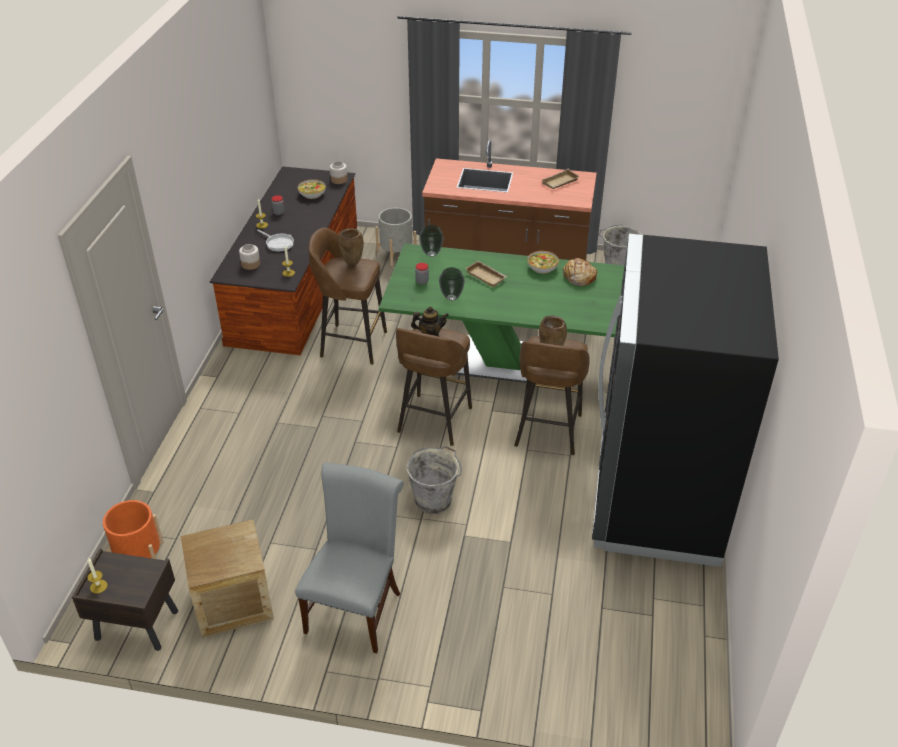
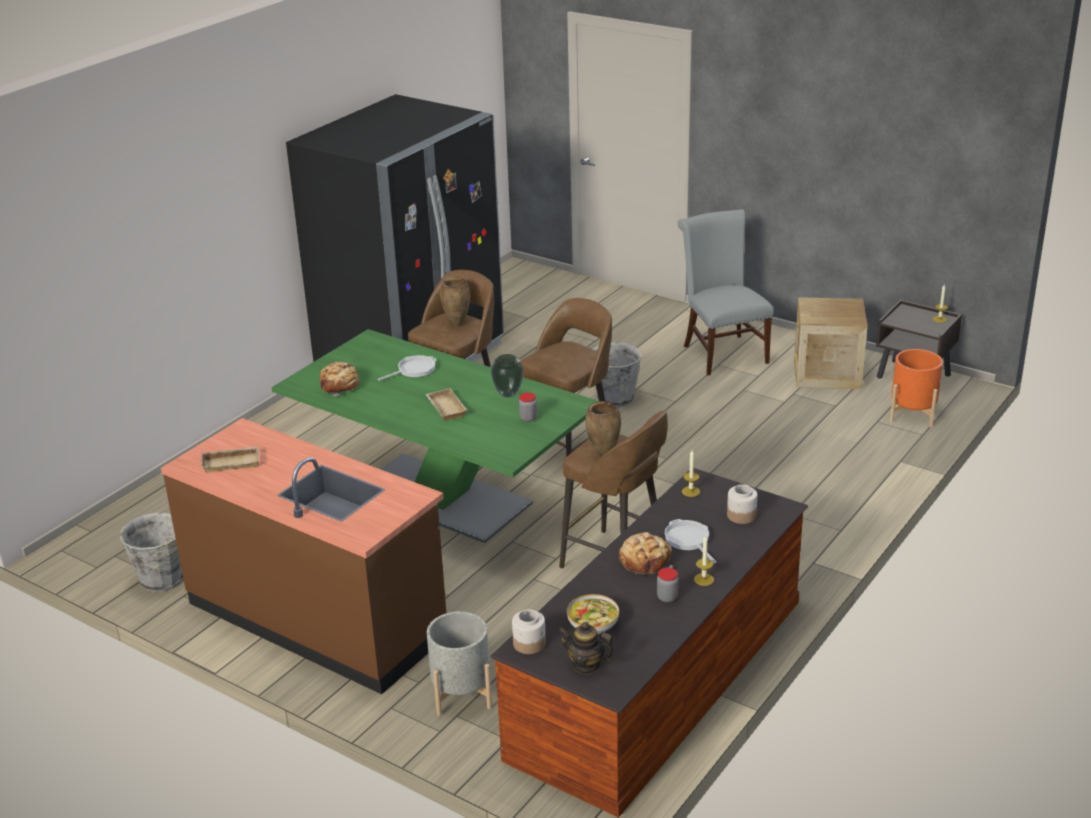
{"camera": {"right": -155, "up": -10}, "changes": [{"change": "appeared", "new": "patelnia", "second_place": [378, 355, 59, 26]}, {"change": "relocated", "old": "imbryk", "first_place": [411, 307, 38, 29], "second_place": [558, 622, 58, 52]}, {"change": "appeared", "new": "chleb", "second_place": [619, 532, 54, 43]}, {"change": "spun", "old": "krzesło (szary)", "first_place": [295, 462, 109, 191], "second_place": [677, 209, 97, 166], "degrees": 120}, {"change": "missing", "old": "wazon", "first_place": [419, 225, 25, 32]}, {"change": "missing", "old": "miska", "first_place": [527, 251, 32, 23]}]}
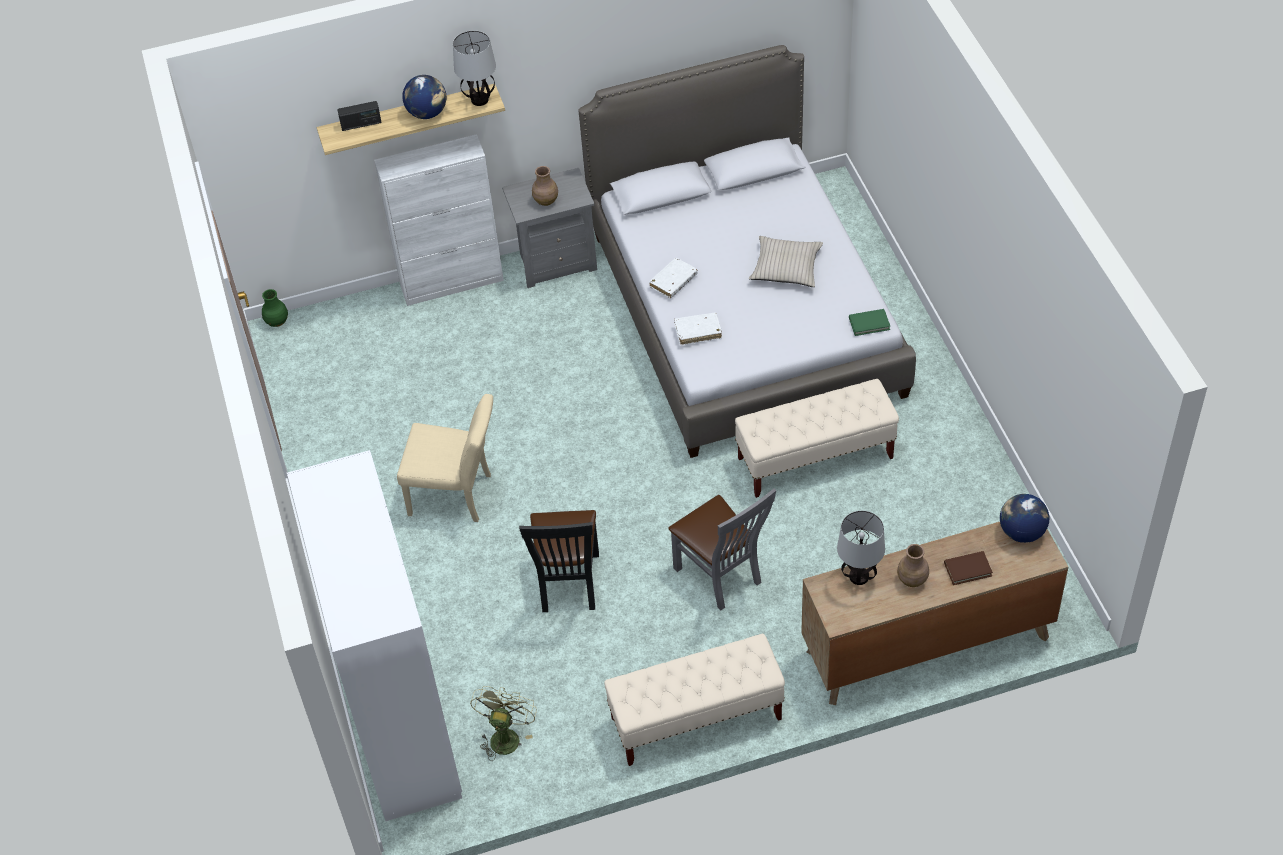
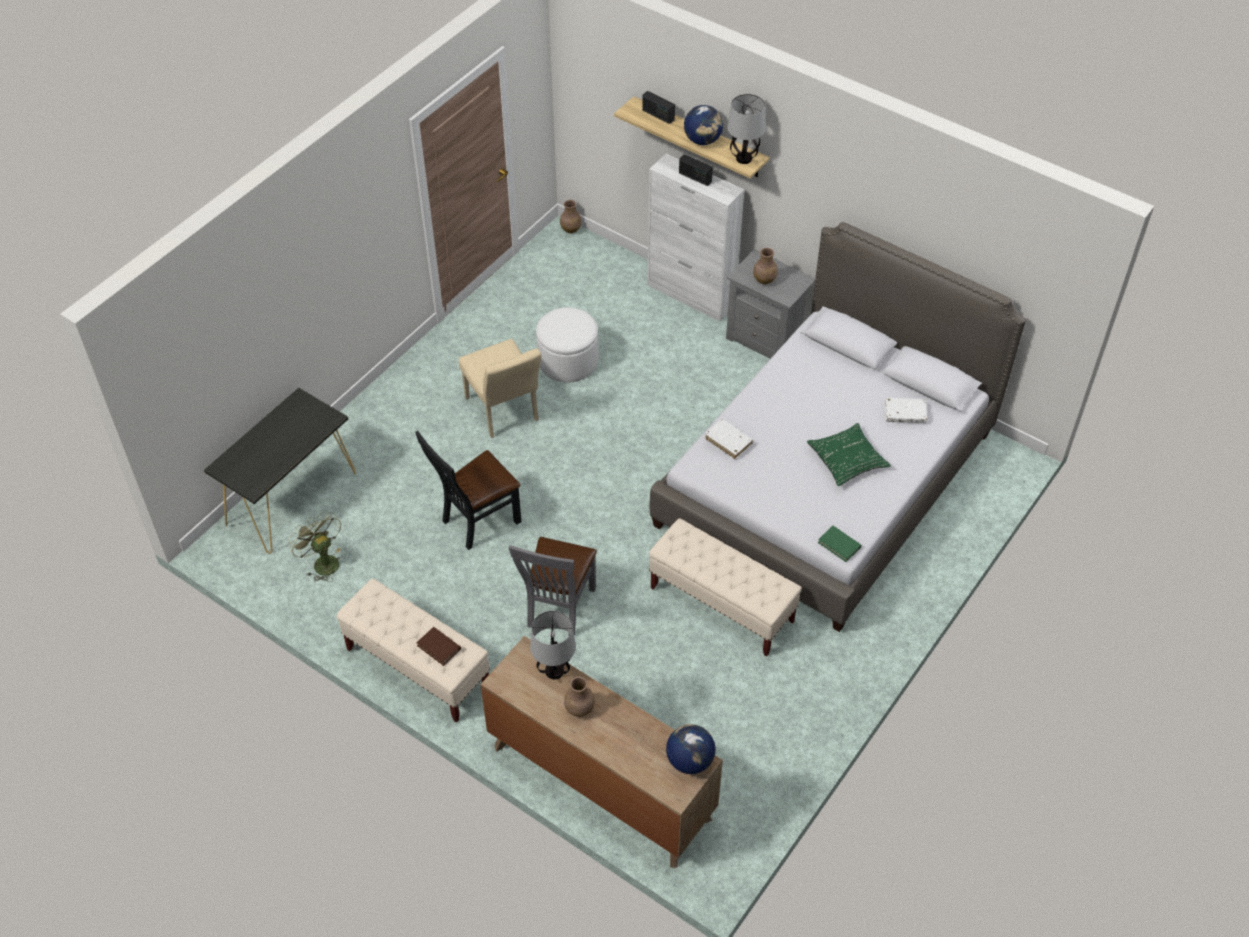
{"camera": {"right": 50, "up": 0}, "changes": [{"change": "exchanged", "old": "szafa (biały)", "new": "stolik konsolowy (czarny)", "first_place": [287, 450, 175, 371], "second_place": [204, 388, 152, 165]}, {"change": "spun", "old": "wentylator (zielony)", "first_place": [470, 686, 67, 75], "second_place": [288, 511, 53, 71], "degrees": -105}, {"change": "relocated", "old": "książka (brązowy)", "first_place": [944, 551, 49, 34], "second_place": [416, 627, 45, 39]}, {"change": "appeared", "new": "pufa (biały)", "second_place": [536, 307, 62, 76]}, {"change": "colour", "old": "wazon (zielony)", "new": "wazon (brązowy)", "first_place": [262, 289, 26, 38], "second_place": [560, 200, 22, 33]}, {"change": "appeared", "new": "radio", "second_place": [679, 154, 34, 32]}, {"change": "colour", "old": "poduszka (beżowy)", "new": "poduszka (zielony)", "first_place": [749, 236, 74, 51], "second_place": [807, 423, 84, 63]}, {"change": "relocated", "old": "książka (biały)", "first_place": [649, 258, 48, 40], "second_place": [885, 398, 42, 25]}]}
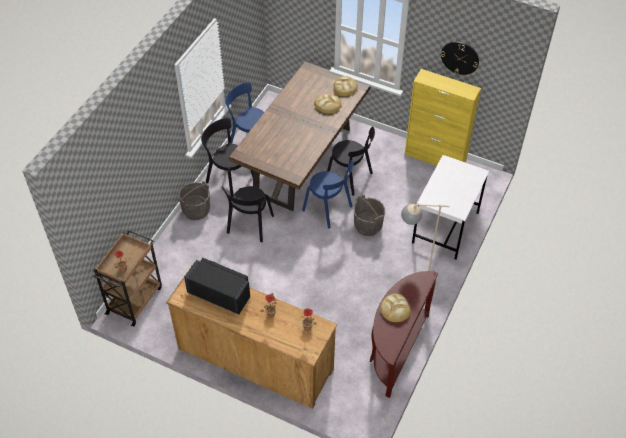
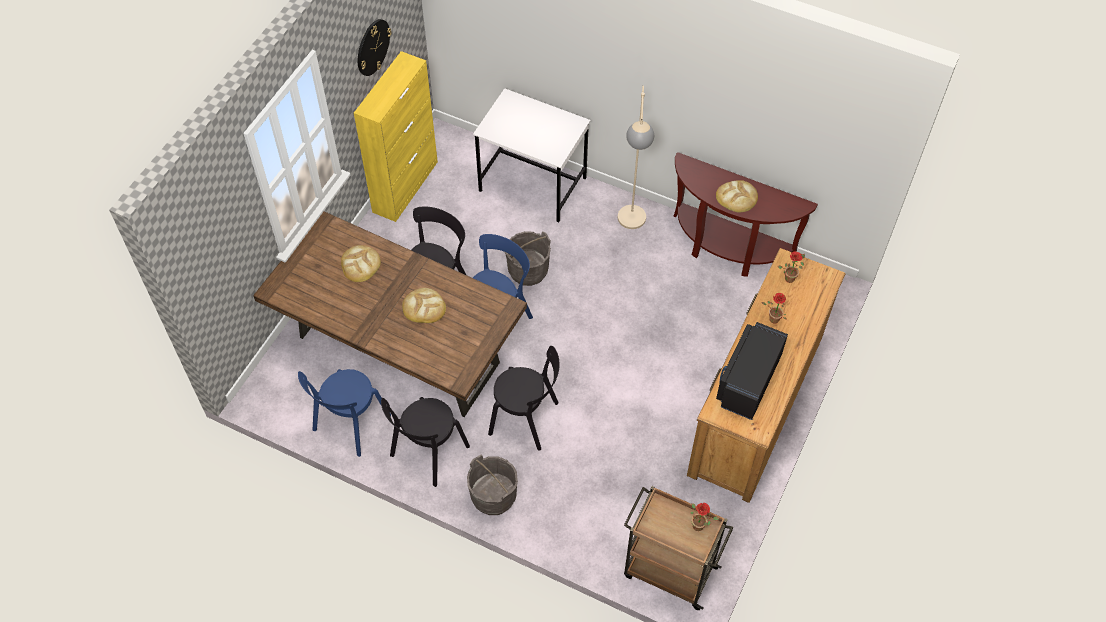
{"camera": {"right": -90, "up": 5}, "changes": [{"change": "relocated", "old": "chleb", "first_place": [333, 76, 25, 20], "second_place": [402, 288, 44, 35]}]}
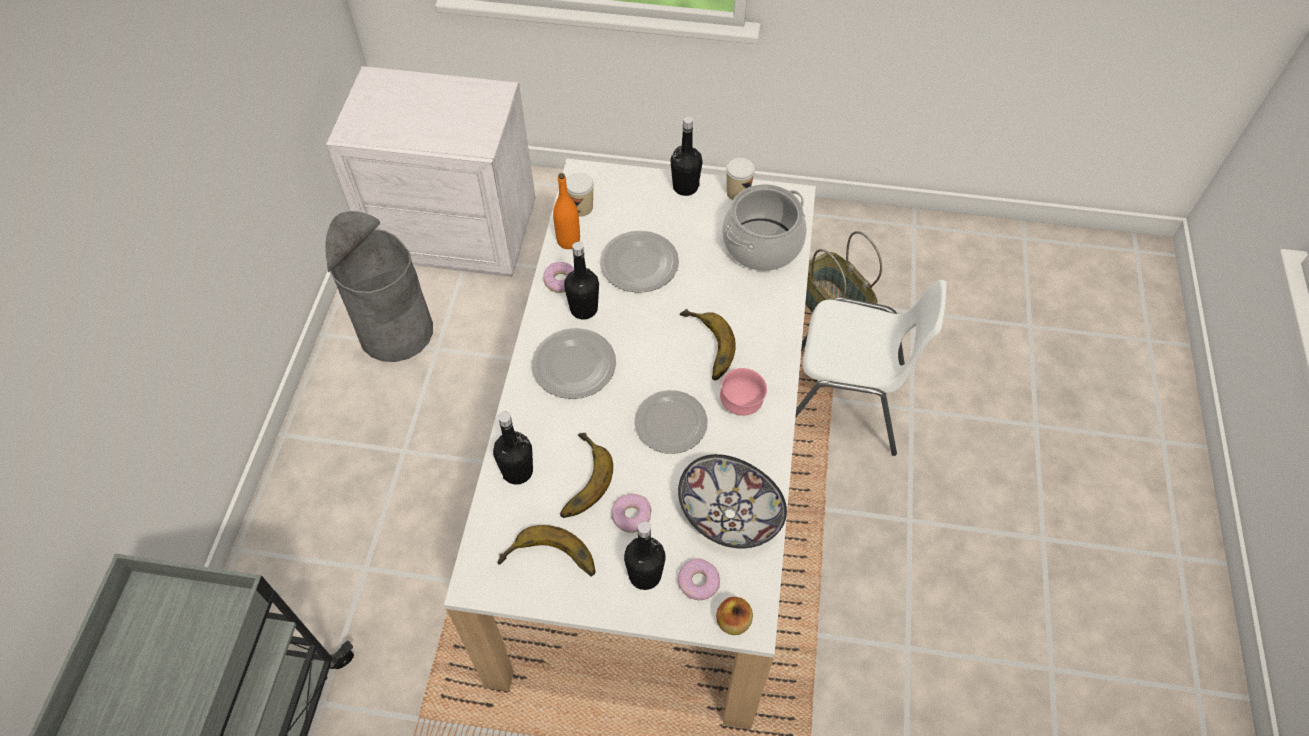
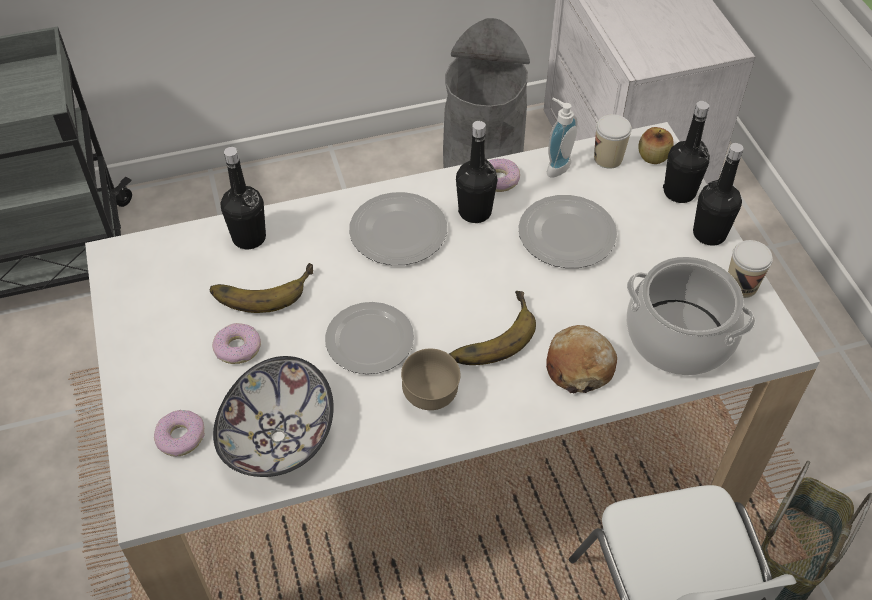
{"camera": {"right": 65, "up": -5}, "changes": [{"change": "colour", "old": "miska (różowy)", "new": "miska (brązowy)", "first_place": [720, 368, 47, 48], "second_place": [401, 349, 60, 61]}, {"change": "appeared", "new": "chleb", "second_place": [546, 325, 71, 69]}, {"change": "exchanged", "old": "butelka (pomarańczowy)", "new": "dozownik mydła", "first_place": [553, 173, 27, 76], "second_place": [547, 98, 30, 80]}, {"change": "relocated", "old": "jabłko", "first_place": [716, 597, 37, 38], "second_place": [639, 127, 34, 37]}, {"change": "relocated", "old": "butelka (czarny)", "first_place": [624, 521, 42, 69], "second_place": [663, 101, 47, 102]}, {"change": "missing", "old": "banan", "first_place": [497, 525, 98, 52]}]}
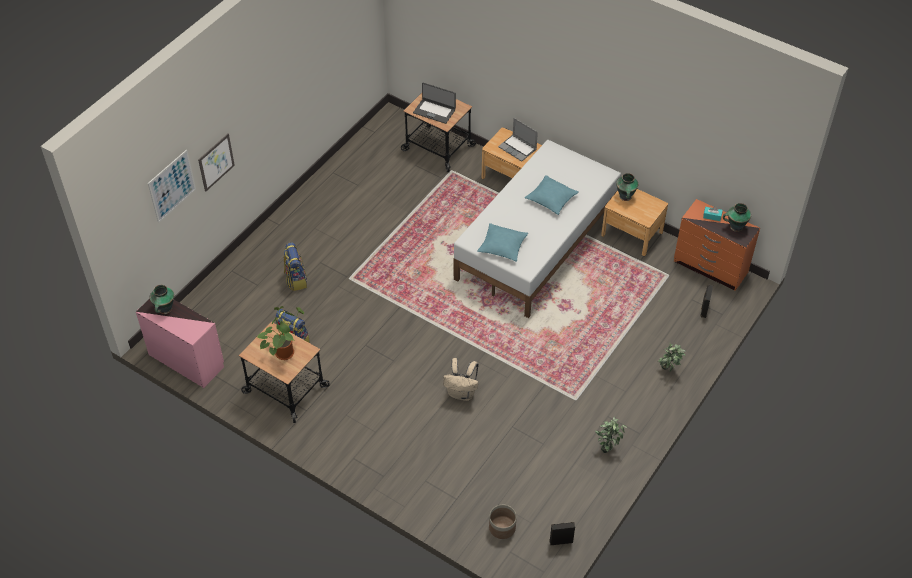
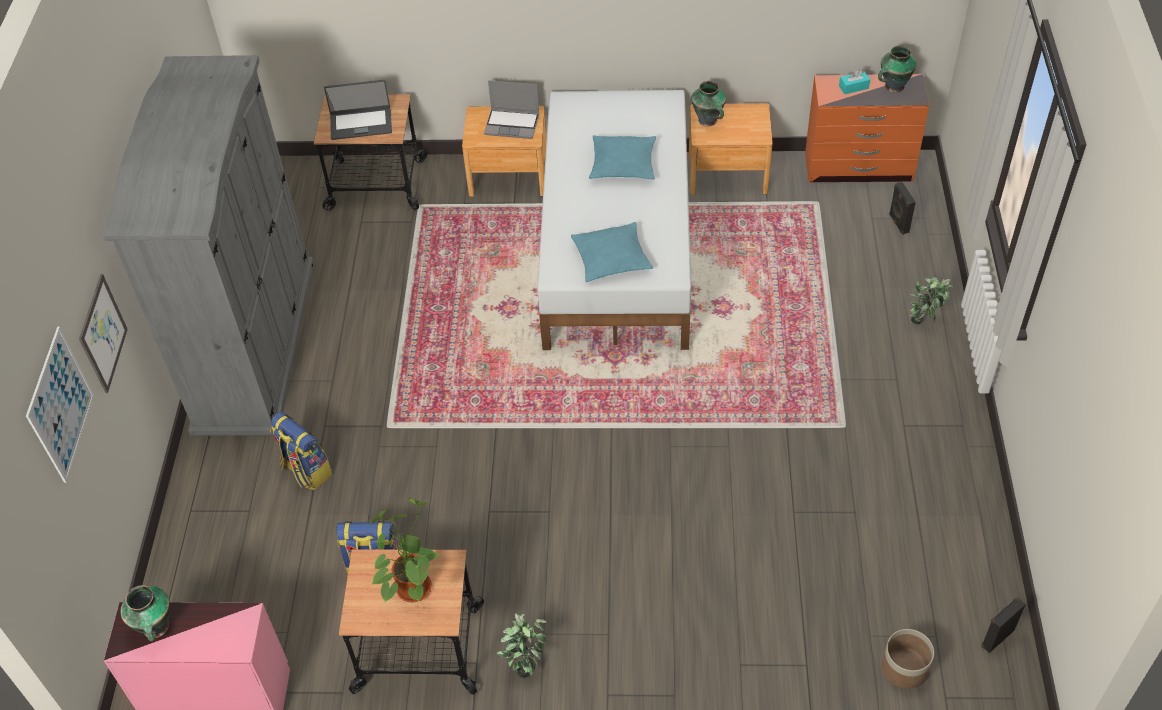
{"camera": {"right": -30, "up": 0}, "changes": [{"change": "appeared", "new": "szafa (szary)", "second_place": [103, 55, 211, 381]}, {"change": "relocated", "old": "roślina doniczkowa", "first_place": [595, 416, 32, 37], "second_place": [497, 613, 50, 65]}, {"change": "missing", "old": "plecak (beżowy)", "first_place": [443, 358, 36, 43]}]}
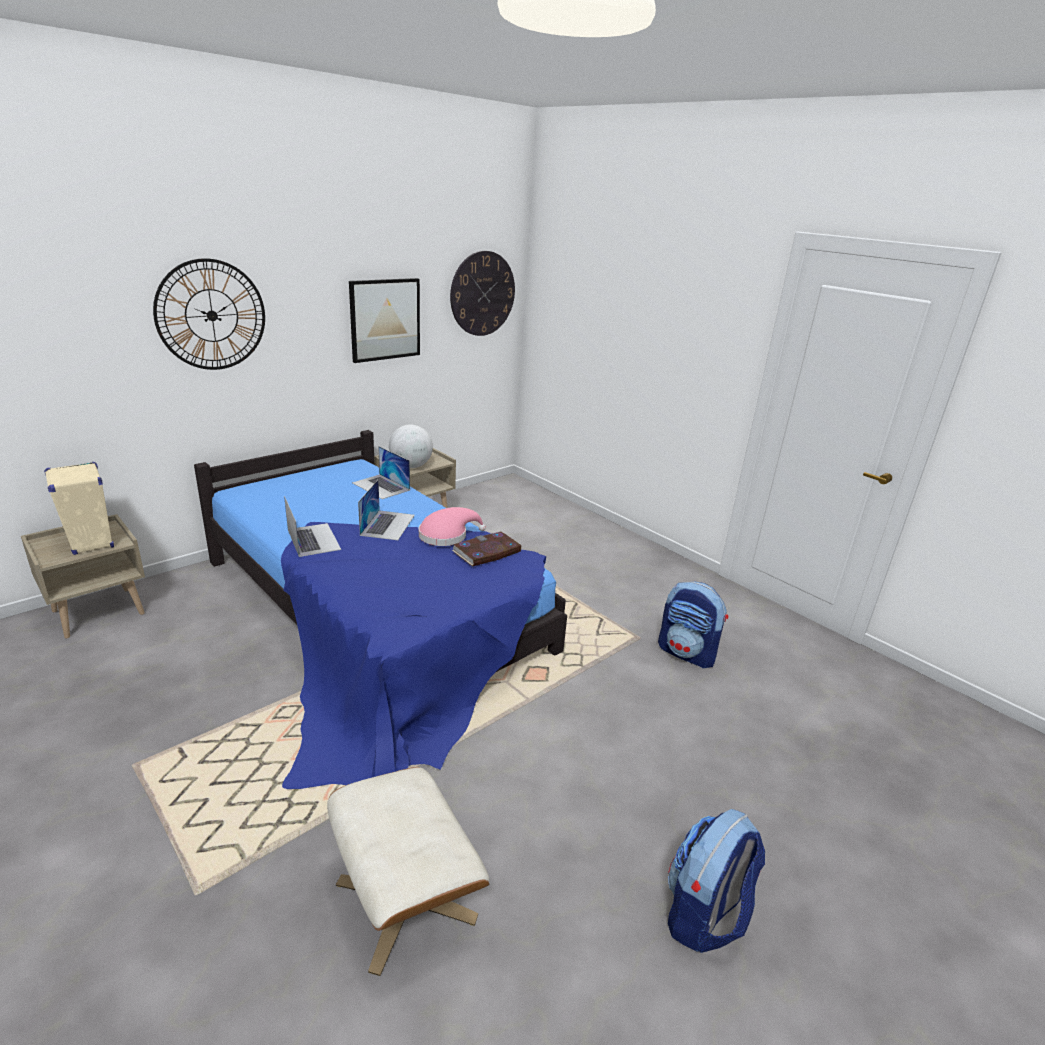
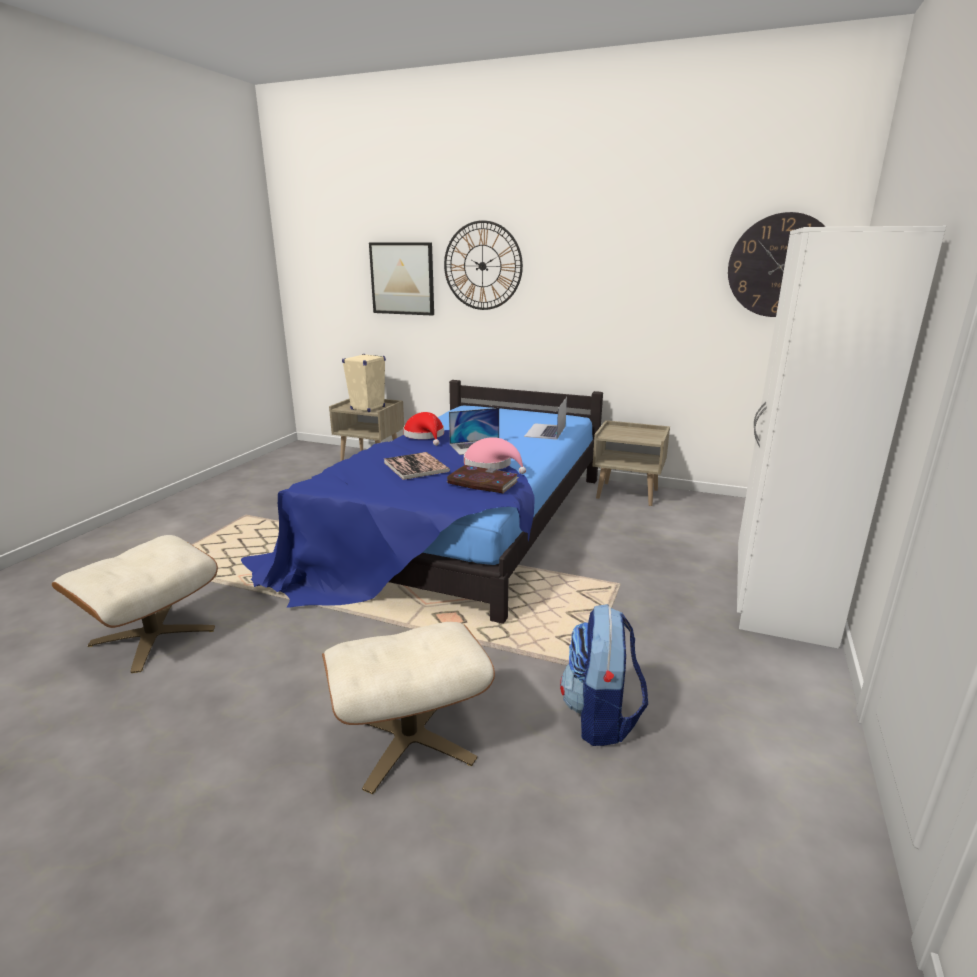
{"camera": {"right": 65, "up": -5}, "changes": [{"change": "appeared", "new": "pufa (beżowy)", "second_place": [322, 622, 173, 172]}, {"change": "relocated", "old": "obraz", "first_place": [349, 278, 71, 85], "second_place": [369, 242, 65, 74]}, {"change": "appeared", "new": "książka", "second_place": [384, 452, 66, 28]}, {"change": "exchanged", "old": "laptop", "new": "kapelusz (czerwony)", "first_place": [284, 496, 57, 61], "second_place": [403, 412, 41, 34]}, {"change": "appeared", "new": "szafa (biały)", "second_place": [737, 226, 209, 423]}, {"change": "missing", "old": "globus", "first_place": [389, 424, 44, 44]}, {"change": "missing", "old": "plecak", "first_place": [668, 809, 97, 144]}]}
